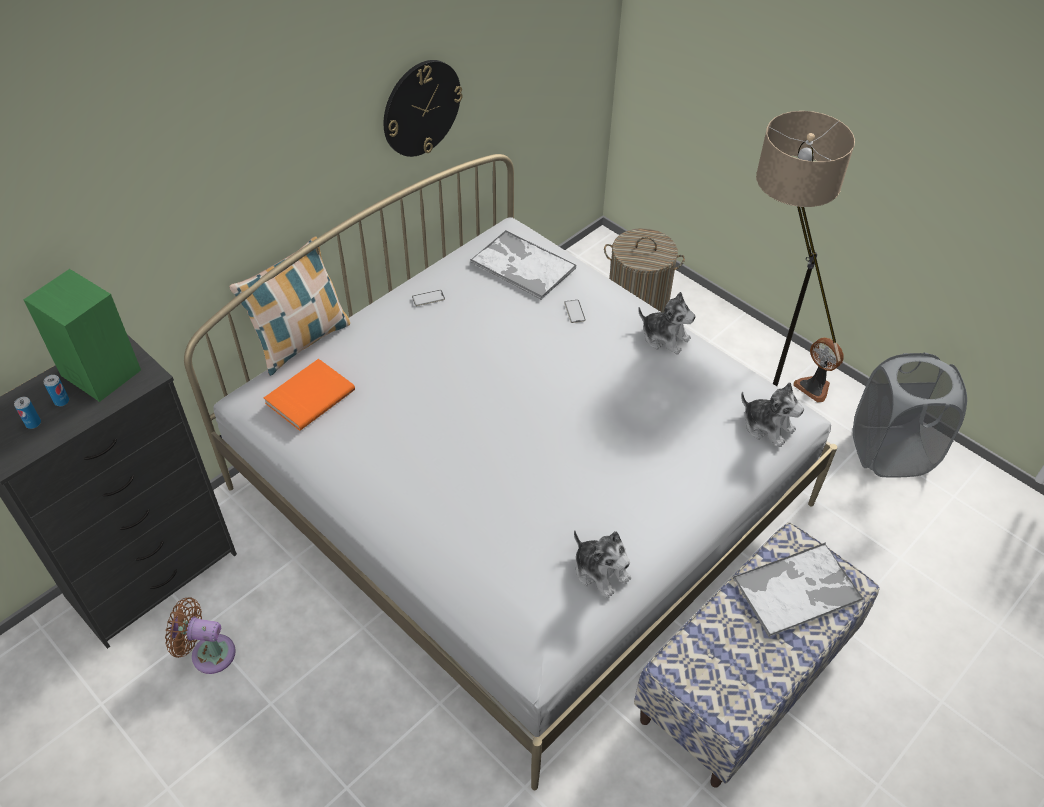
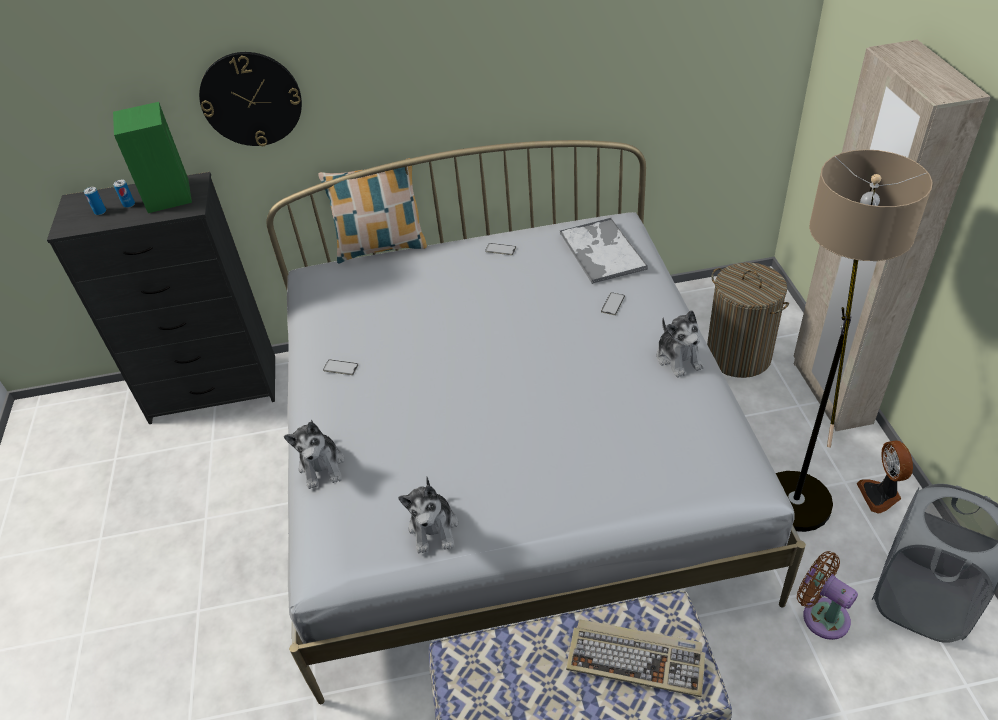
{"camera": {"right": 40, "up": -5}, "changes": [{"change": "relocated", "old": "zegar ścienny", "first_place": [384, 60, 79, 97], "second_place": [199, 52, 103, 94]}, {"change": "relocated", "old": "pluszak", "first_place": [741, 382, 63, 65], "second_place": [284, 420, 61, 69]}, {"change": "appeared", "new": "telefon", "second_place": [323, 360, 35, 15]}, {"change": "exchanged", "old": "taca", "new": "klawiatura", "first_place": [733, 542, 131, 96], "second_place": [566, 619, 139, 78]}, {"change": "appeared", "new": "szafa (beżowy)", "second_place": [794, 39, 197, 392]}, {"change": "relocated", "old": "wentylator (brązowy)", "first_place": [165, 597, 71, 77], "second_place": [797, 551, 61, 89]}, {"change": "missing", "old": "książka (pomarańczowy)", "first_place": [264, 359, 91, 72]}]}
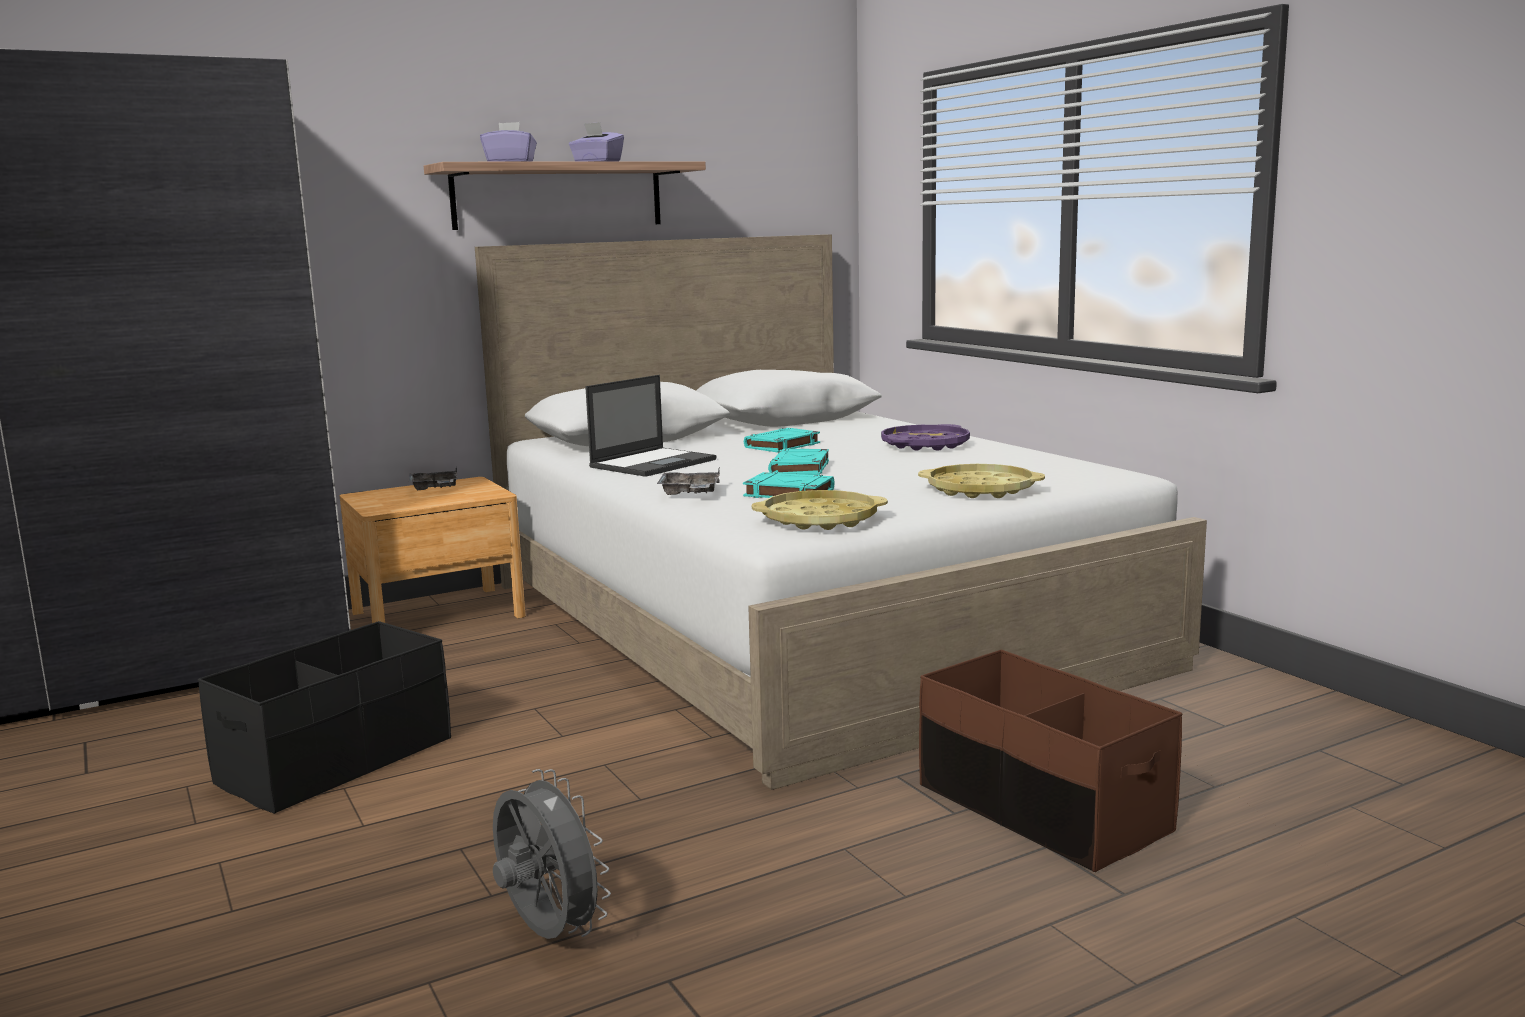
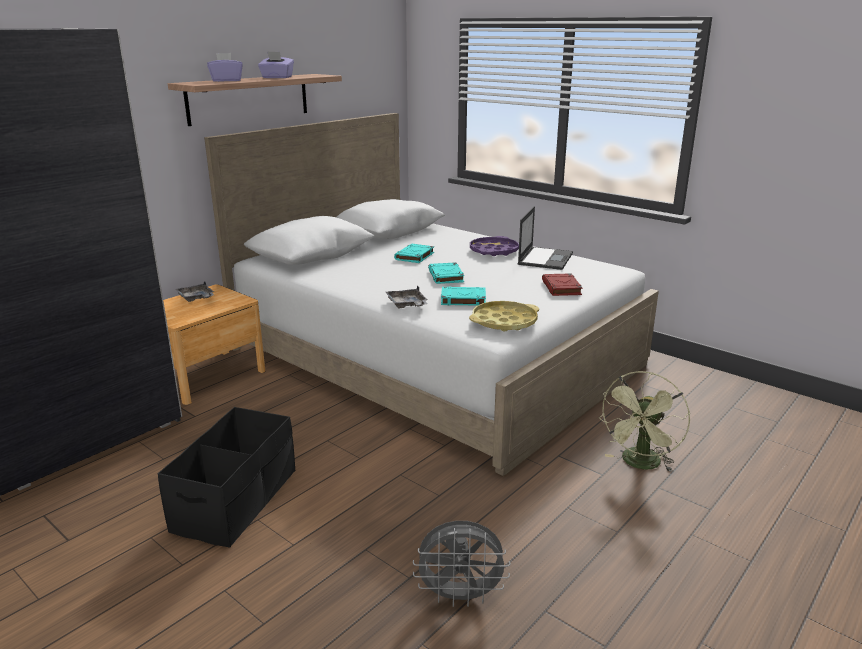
{"camera": {"right": -20, "up": 10}, "changes": [{"change": "spun", "old": "wentylator (szary)", "first_place": [493, 769, 118, 170], "second_place": [413, 521, 97, 86], "degrees": 150}, {"change": "relocated", "old": "laptop", "first_place": [585, 375, 131, 102], "second_place": [518, 206, 55, 64]}, {"change": "exchanged", "old": "taca (żółty)", "new": "książka (czerwony)", "first_place": [918, 464, 127, 34], "second_place": [542, 273, 40, 23]}, {"change": "exchanged", "old": "pojemnik do przechowywania (brązowy)", "new": "wentylator (zielony)", "first_place": [919, 649, 263, 223], "second_place": [598, 371, 92, 101]}]}
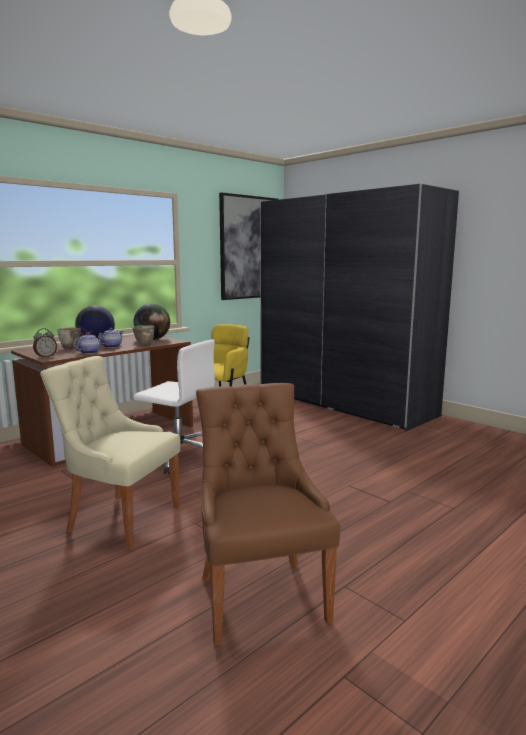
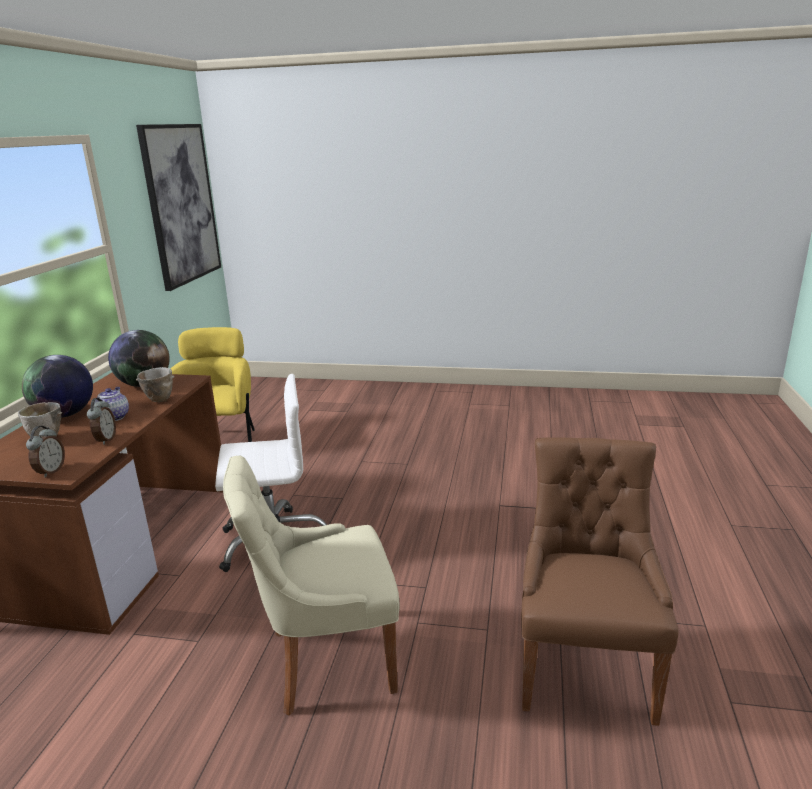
{"camera": {"right": -35, "up": 10}, "changes": [{"change": "exchanged", "old": "imbryk", "new": "budzik", "first_place": [74, 332, 28, 22], "second_place": [87, 398, 29, 47]}, {"change": "spun", "old": "krzesło (brązowy)", "first_place": [196, 383, 144, 263], "second_place": [521, 437, 157, 289], "degrees": 60}, {"change": "missing", "old": "szafa (szary)", "first_place": [260, 184, 199, 247]}]}
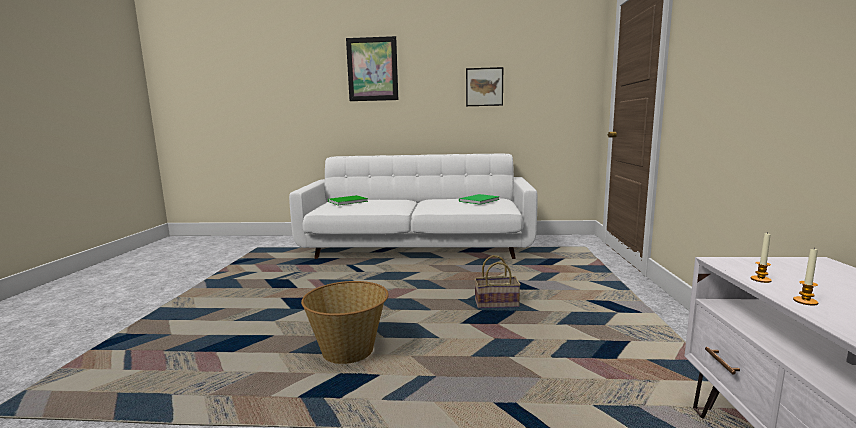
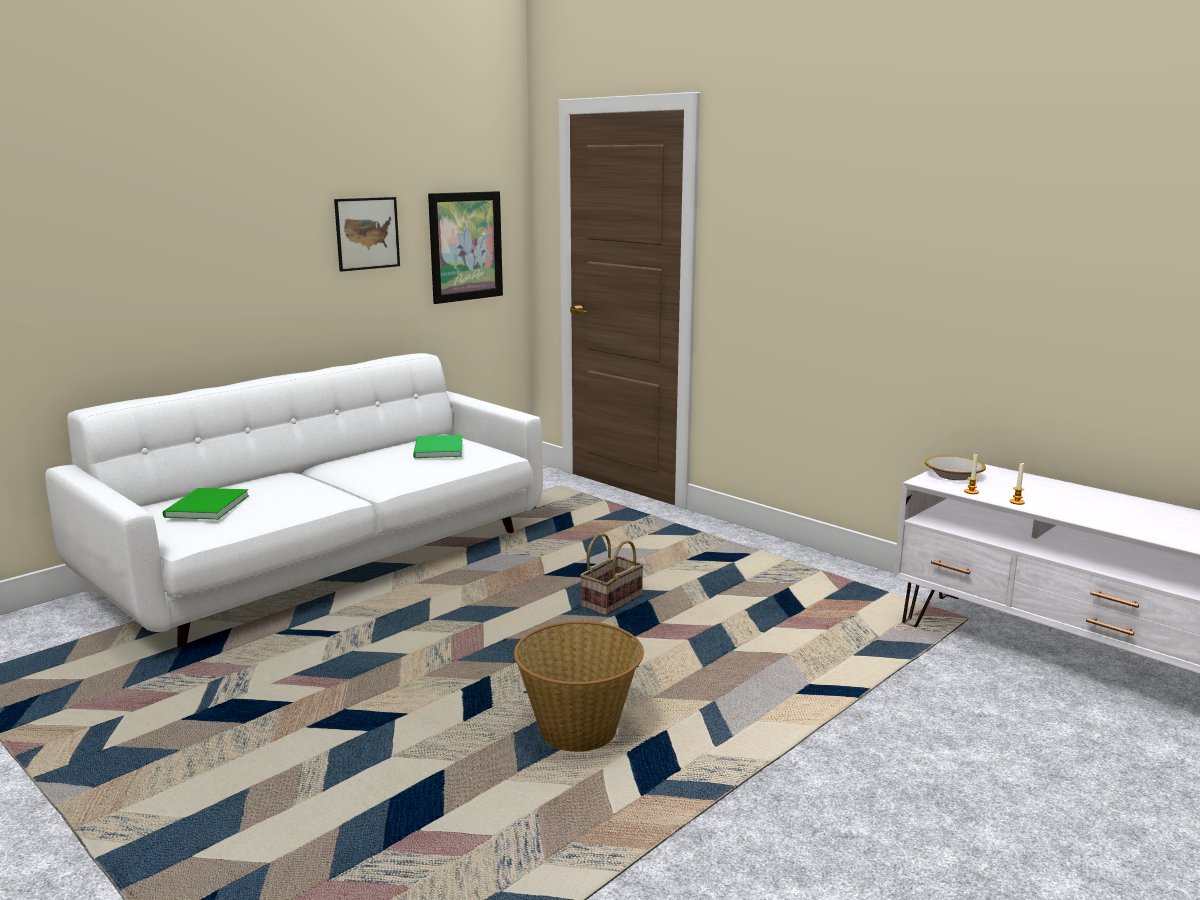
{"camera": {"right": -50, "up": 5}, "changes": [{"change": "relocated", "old": "obraz", "first_place": [346, 36, 52, 65], "second_place": [428, 191, 75, 113]}, {"change": "appeared", "new": "miska", "second_place": [925, 455, 61, 25]}]}
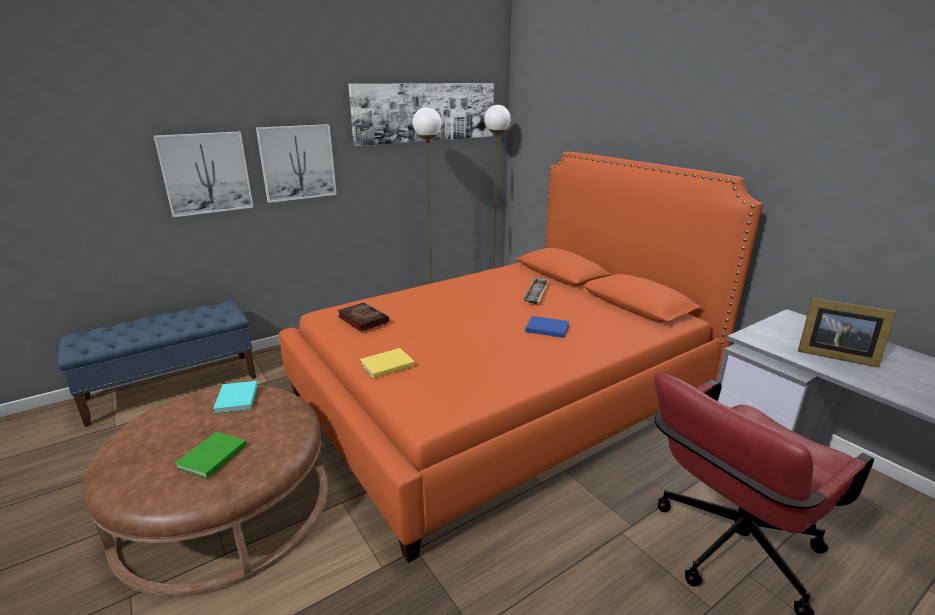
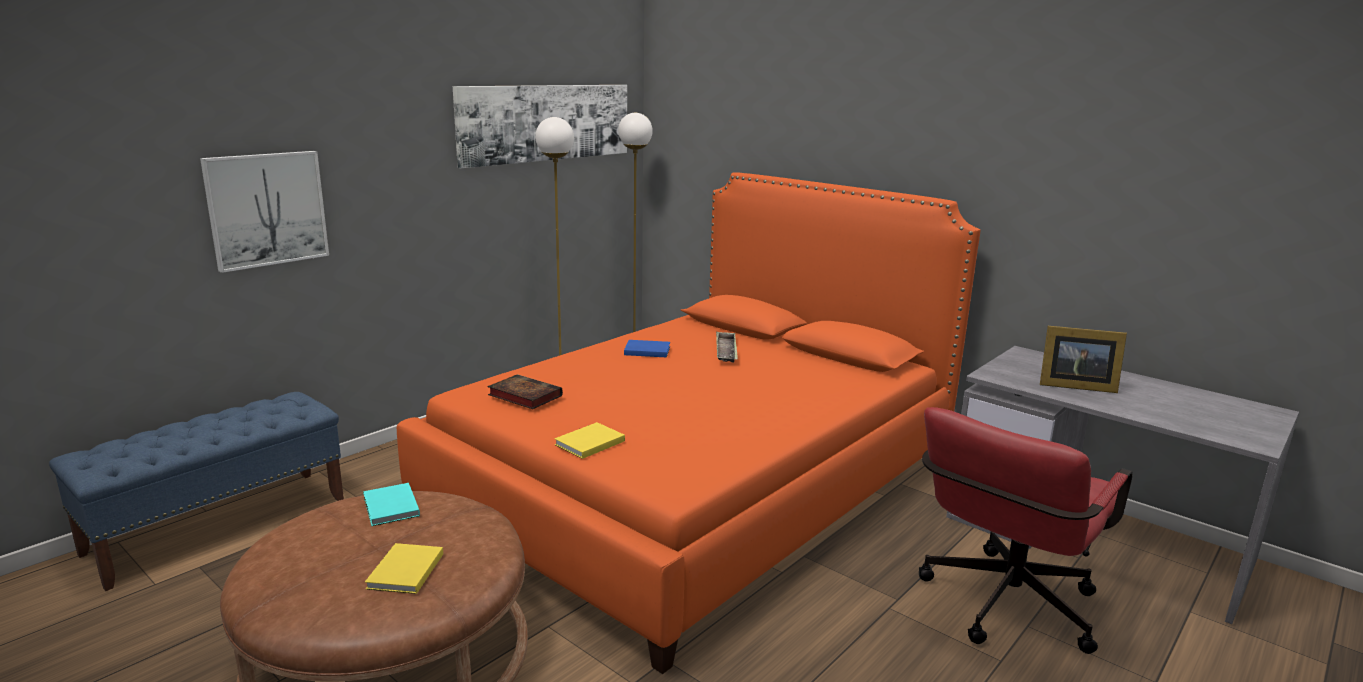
{"camera": {"right": -15, "up": -5}, "changes": [{"change": "colour", "old": "książka (zielony)", "new": "książka (żółty)", "first_place": [175, 432, 72, 47], "second_place": [365, 543, 78, 51]}, {"change": "relocated", "old": "książka (niebieski)", "first_place": [525, 316, 44, 22], "second_place": [624, 340, 46, 18]}, {"change": "missing", "old": "obraz", "first_place": [256, 124, 81, 79]}]}
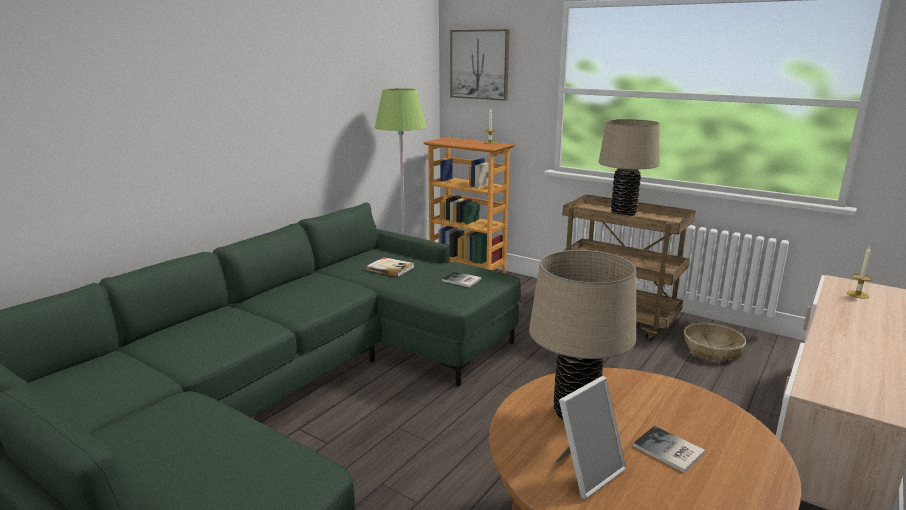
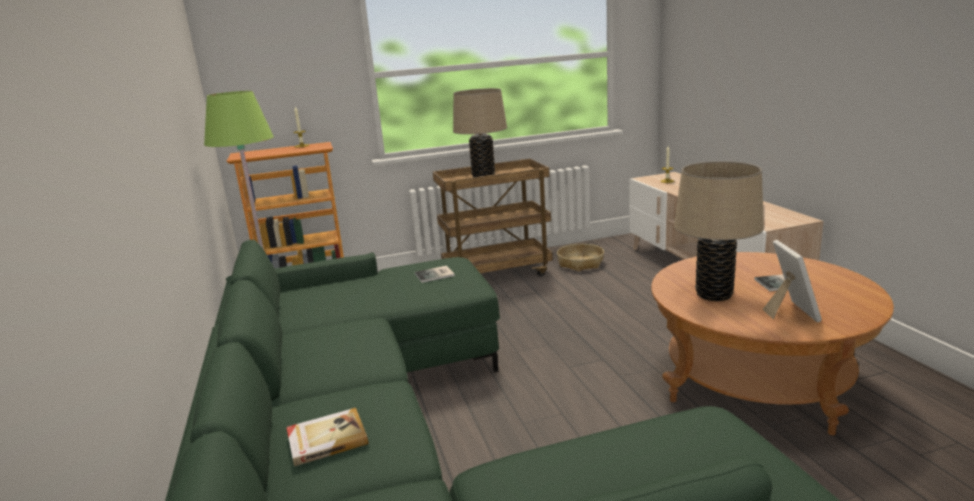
{"camera": {"right": -50, "up": 0}, "changes": [{"change": "relocated", "old": "książka", "first_place": [366, 257, 49, 20], "second_place": [286, 408, 83, 58]}, {"change": "missing", "old": "obraz", "first_place": [450, 29, 60, 72]}]}
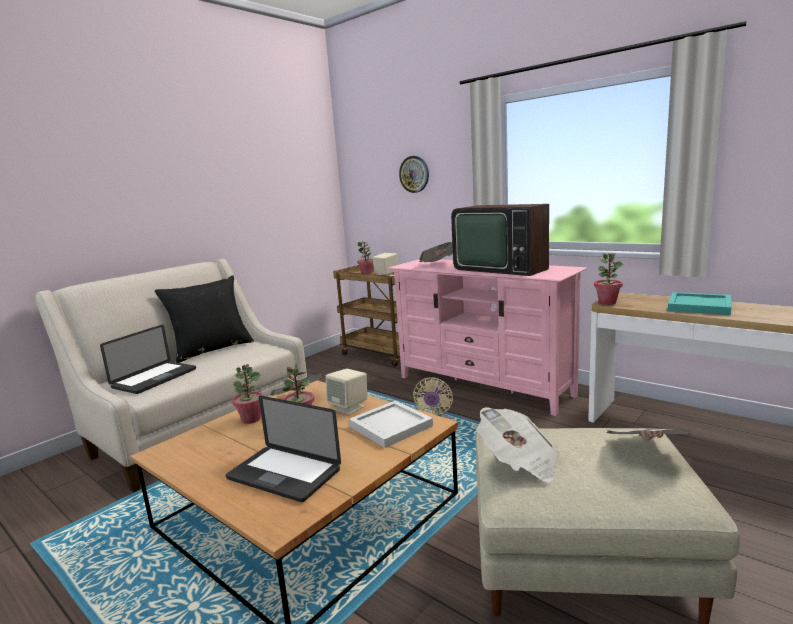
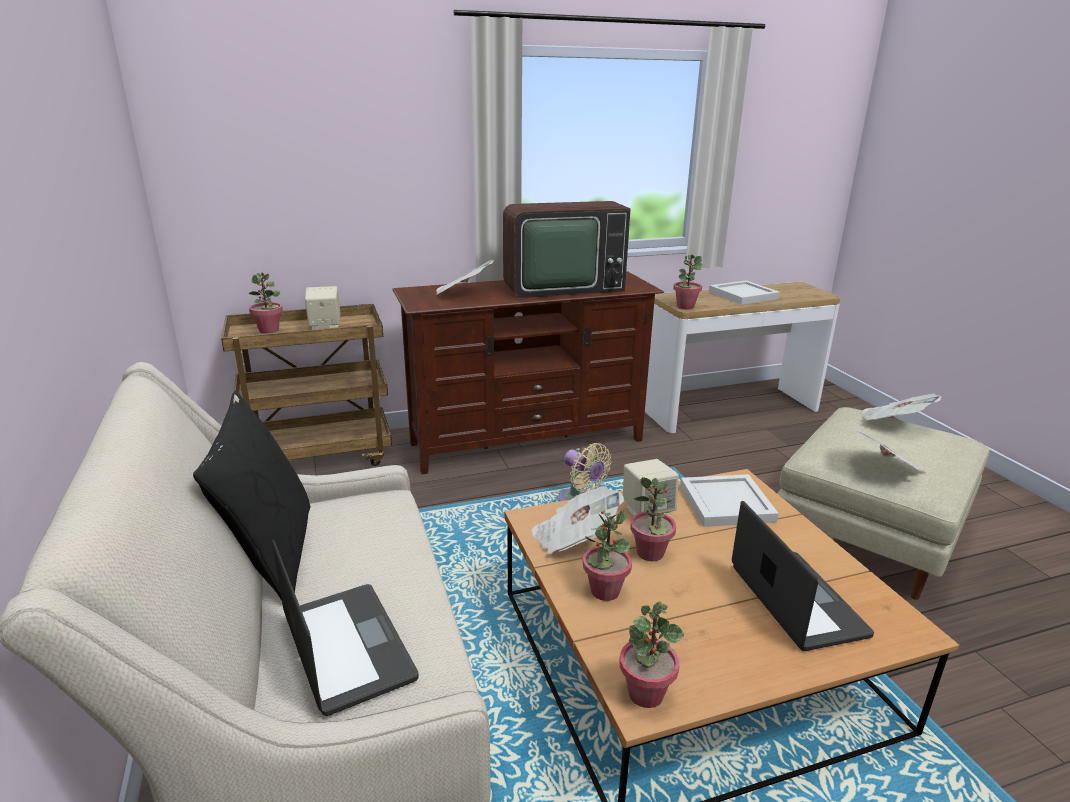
{"camera": {"right": -60, "up": 10}, "changes": [{"change": "colour", "old": "szafka pod telewizor (różowy)", "new": "szafka pod telewizor (brązowy)", "first_place": [388, 259, 200, 157], "second_place": [392, 271, 272, 203]}, {"change": "appeared", "new": "roślina doniczkowa", "second_place": [619, 602, 65, 106]}, {"change": "colour", "old": "taca (turkusowy)", "new": "taca (biały)", "first_place": [668, 292, 64, 23], "second_place": [709, 280, 71, 25]}, {"change": "spun", "old": "laptop", "first_place": [226, 396, 115, 106], "second_place": [732, 501, 142, 150], "degrees": -75}, {"change": "missing", "old": "zegar ścienny", "first_place": [399, 156, 30, 37]}]}
